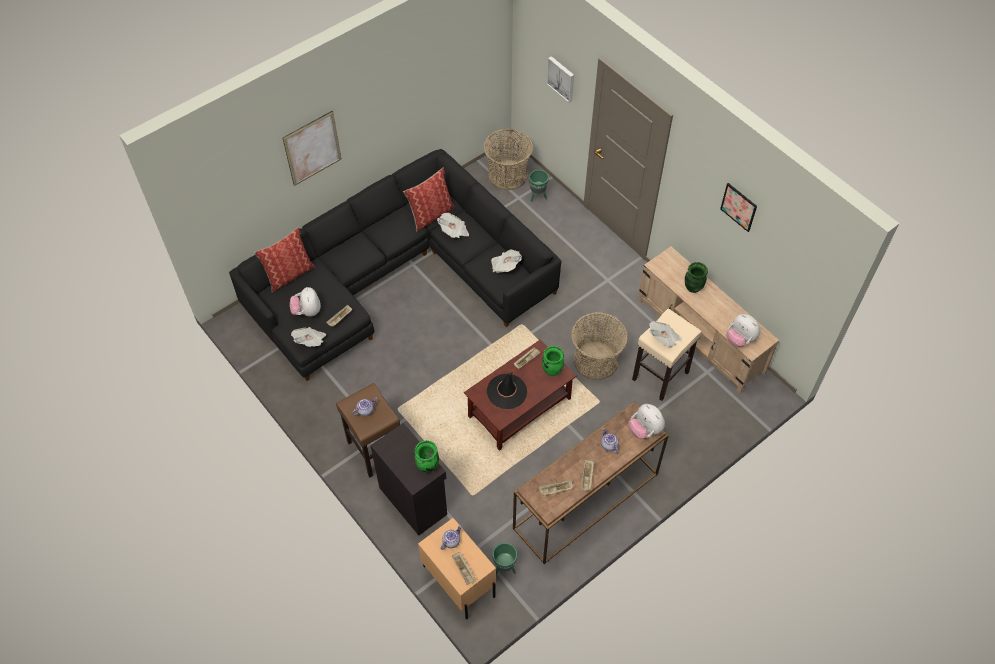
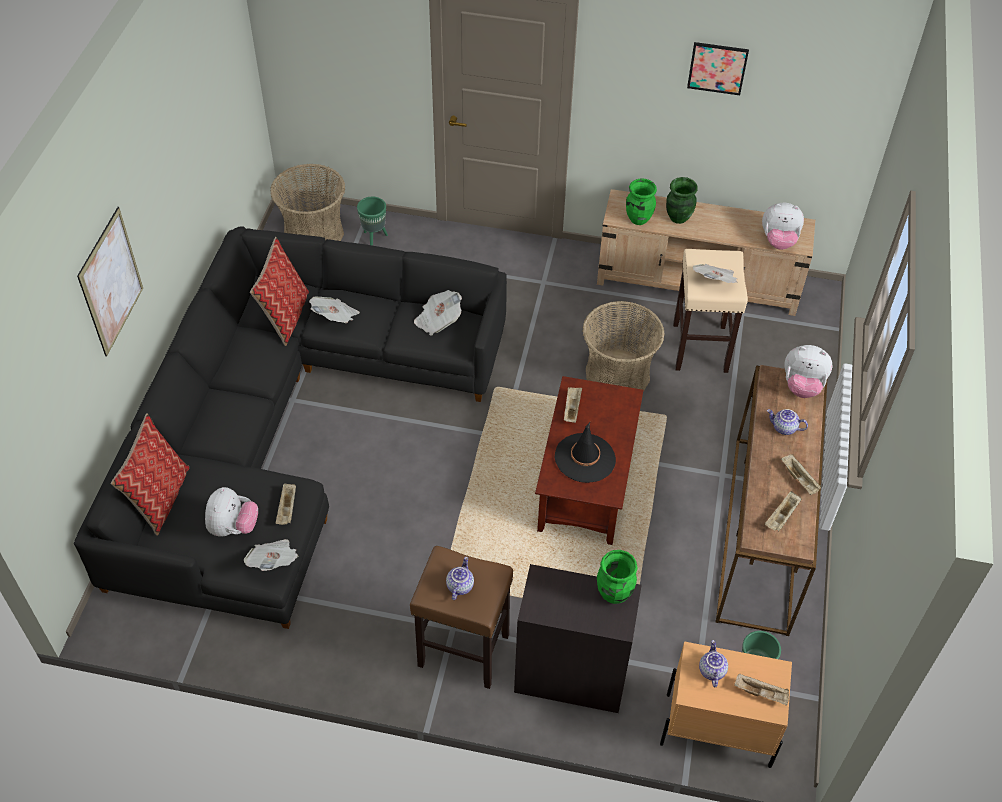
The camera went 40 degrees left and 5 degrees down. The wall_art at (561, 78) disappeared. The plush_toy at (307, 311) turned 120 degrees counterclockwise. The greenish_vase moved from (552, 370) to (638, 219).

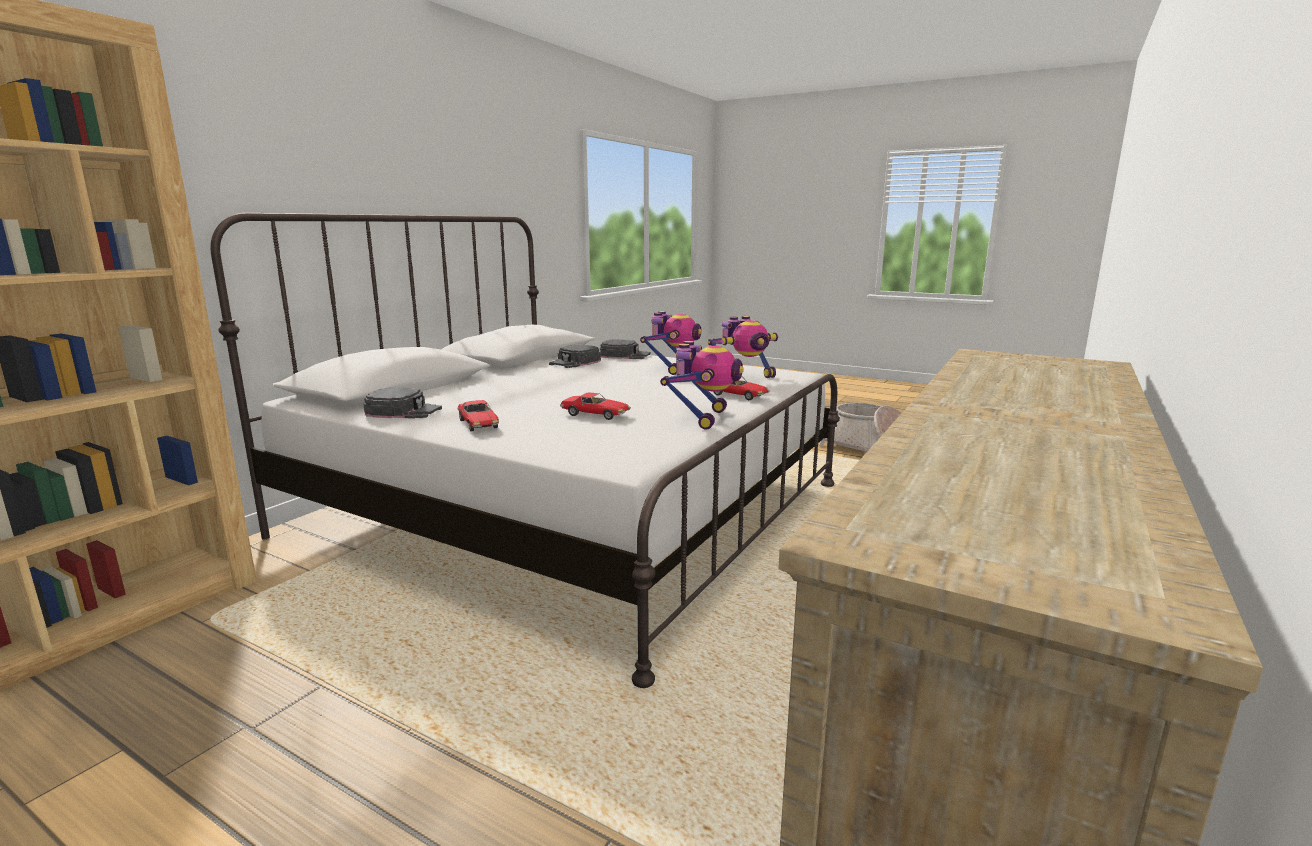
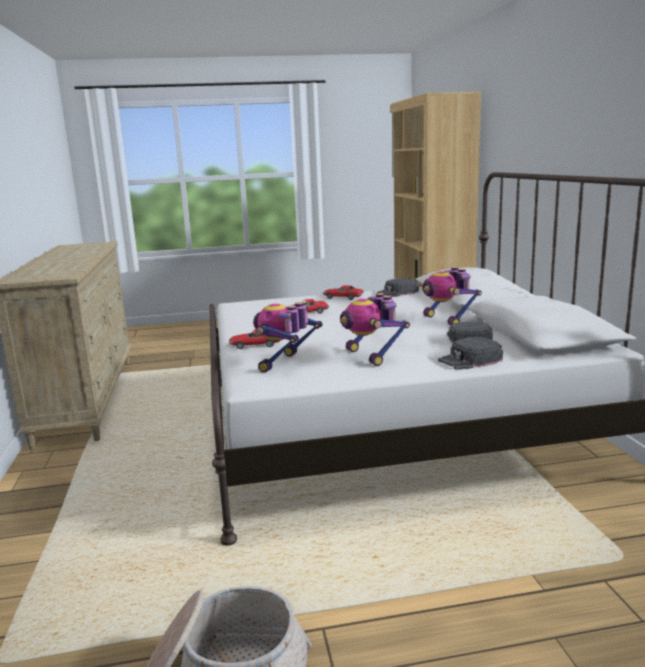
The camera went 140 degrees right and 0 degrees up. The model_robot moved from (703, 418) to (447, 320).

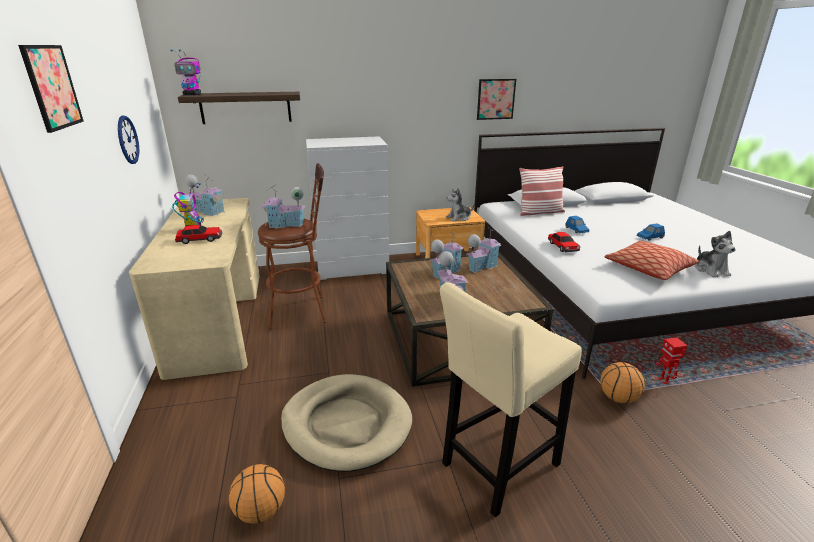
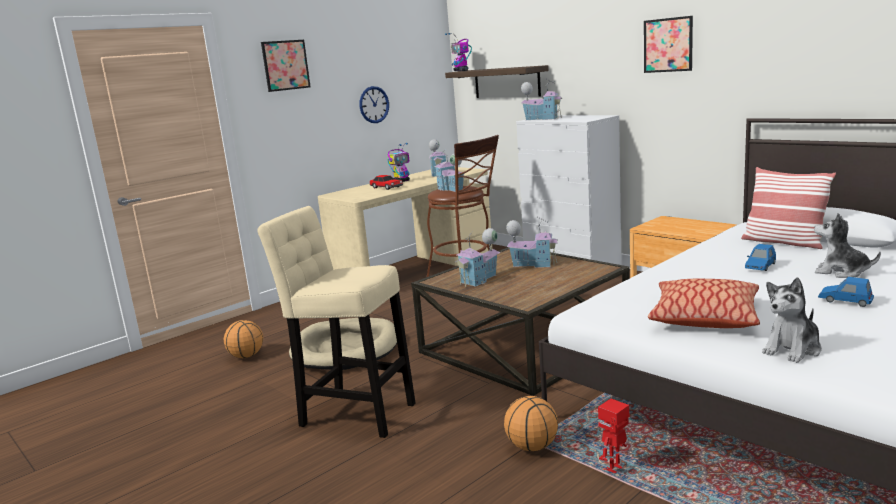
The camera went 60 degrees right and 10 degrees down. The wall_art moved from (496, 99) to (668, 45). The plush_toy moved from (459, 218) to (841, 272). The toy_house moved from (481, 266) to (542, 119). The model_car at (563, 247) disappeared.

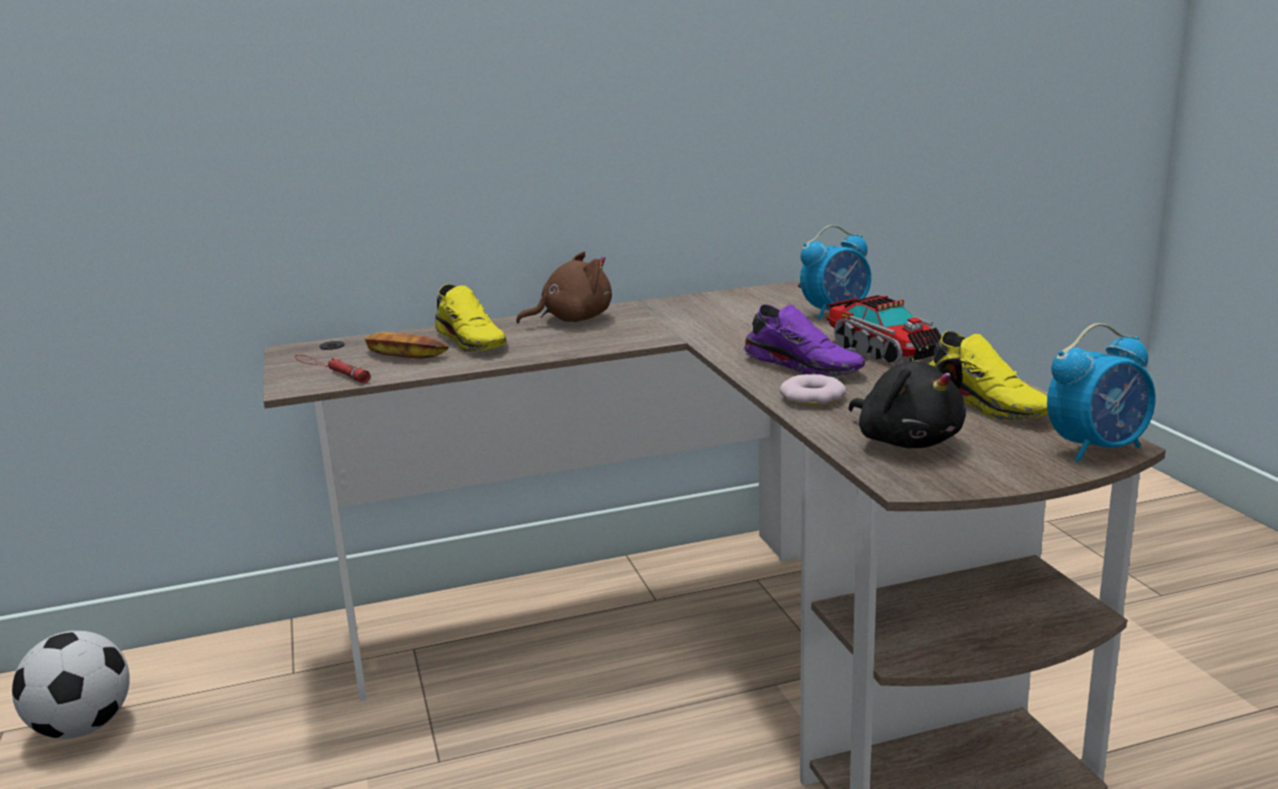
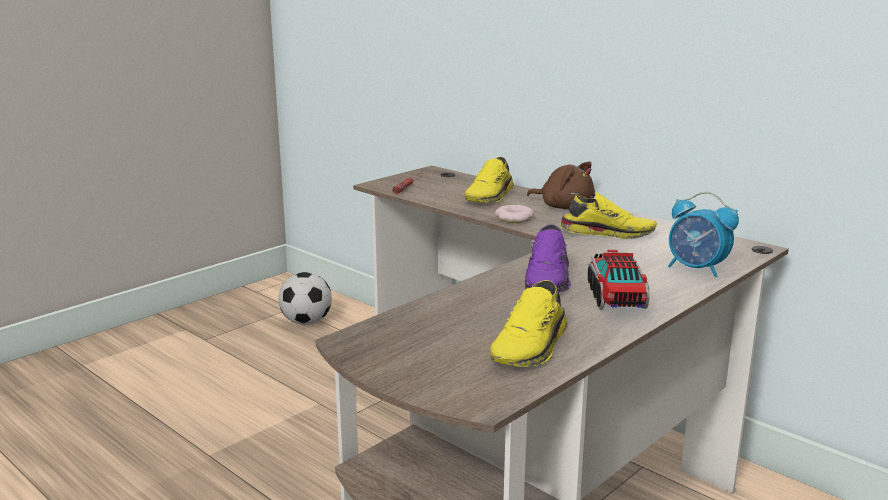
The camera went 60 degrees right and 0 degrees up. The toy_lorry at (882, 351) turned 150 degrees clockwise. The alarm_clock at (1097, 449) disappeared. The banana_fruit at (404, 352) disappeared. The blackish_plush_toy at (907, 441) disappeared. The donut moved from (812, 398) to (514, 218). The yellow-coloured_item_of_footwear at (607, 233) appeared.

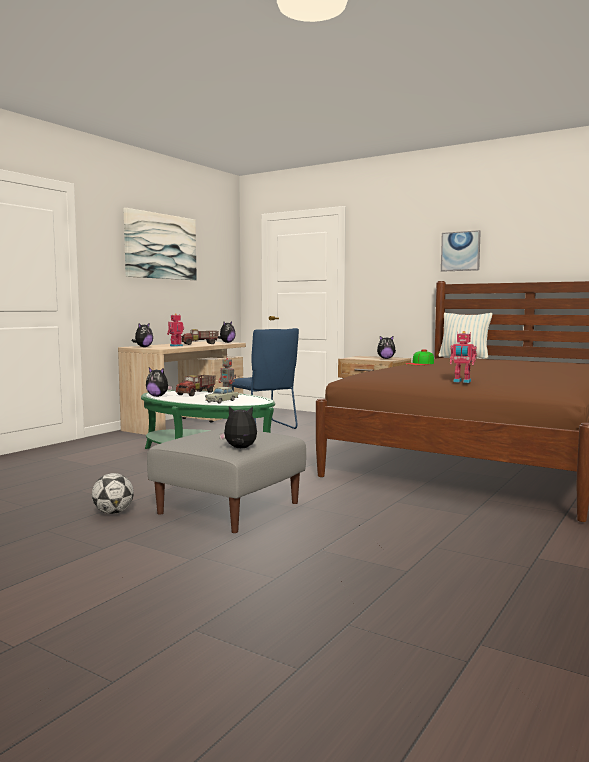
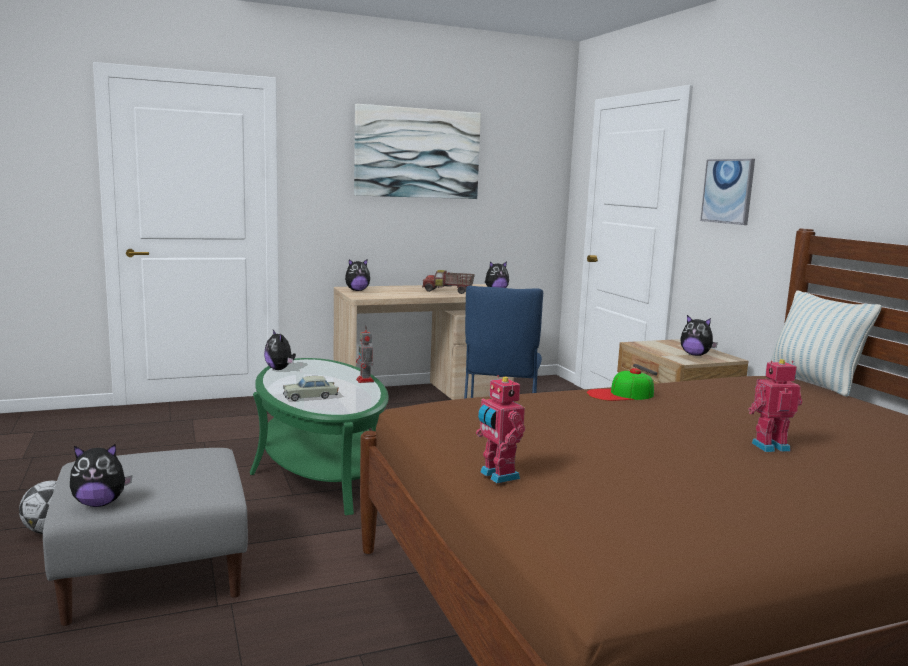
The camera went 35 degrees right and 5 degrees up. The wall_art moved from (460, 251) to (728, 191). The model_robot moved from (175, 346) to (769, 446). The toy_lorry at (196, 393) disappeared. The plush_toy at (240, 448) turned 120 degrees clockwise.

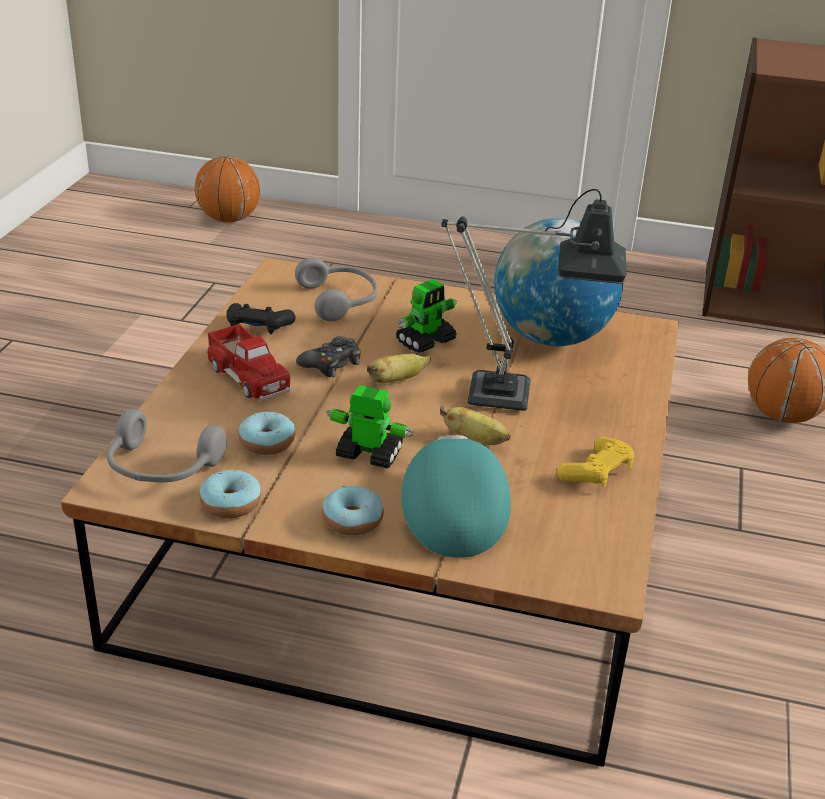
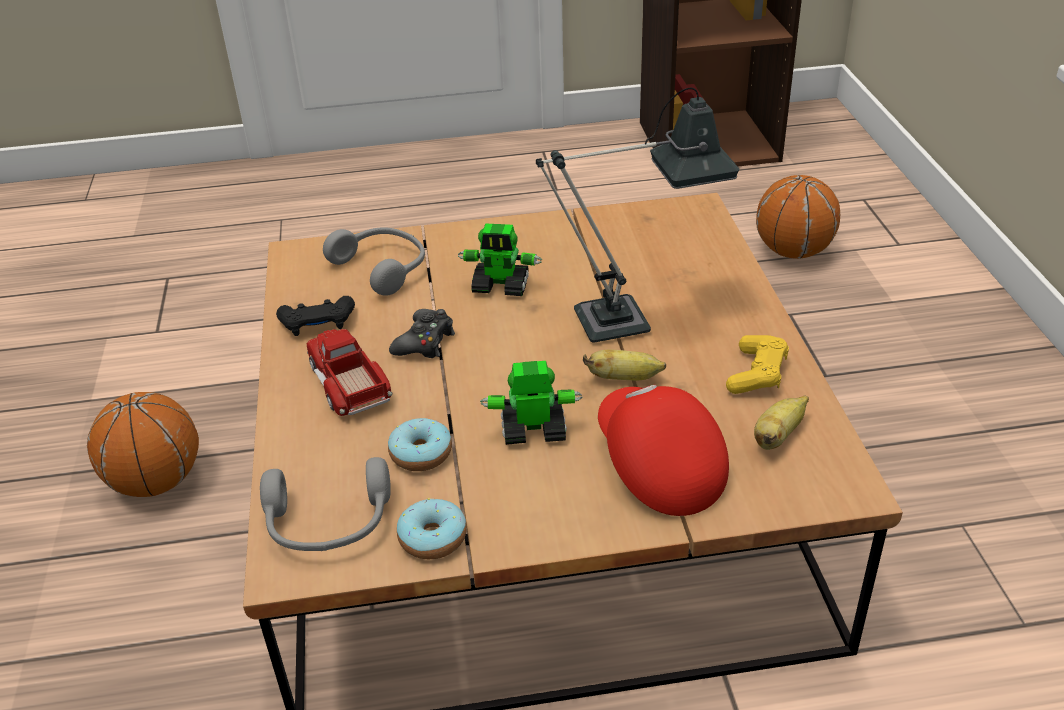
The camera went 20 degrees left and 5 degrees up. The basketball_ball moved from (229, 219) to (157, 481). The world_globe at (551, 337) disappeared. The model_robot at (426, 341) turned 75 degrees clockwise. The toy_lorry at (249, 375) turned 150 degrees counterclockwise. The banana_fruit moved from (396, 380) to (778, 436). The blue-green_cap at (451, 513) became the red_cap at (657, 467). The donut at (352, 520) disappeared.

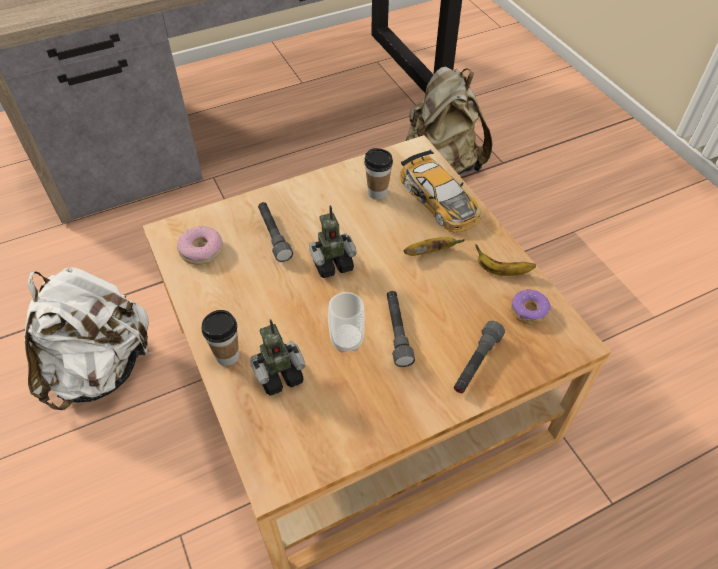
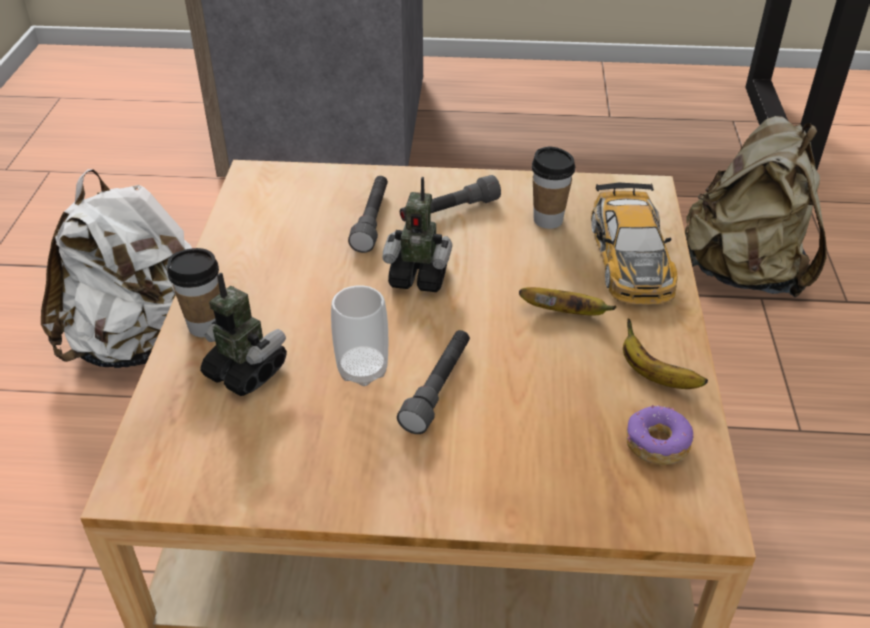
The camera went 30 degrees right and 10 degrees down. The donut at (201, 250) disappeared. The model_robot at (278, 374) turned 150 degrees counterclockwise. The grey_hand_torch moved from (476, 363) to (449, 211).

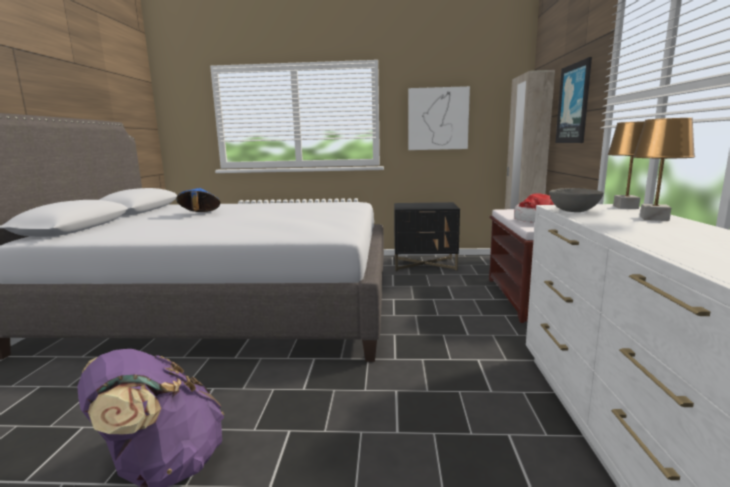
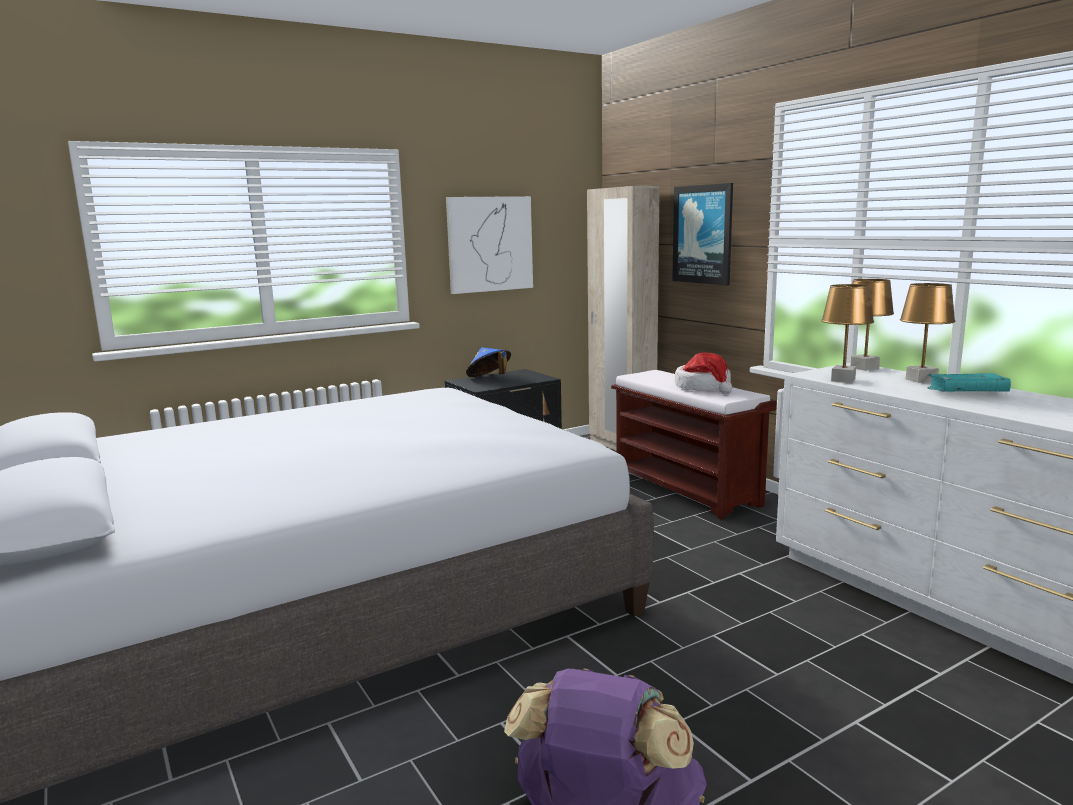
The camera went 35 degrees left and 0 degrees up. The blue-coloured_clothing_hat moved from (199, 214) to (489, 378). The grey_deep_dish at (573, 211) was replaced by the brownish_lamp_for_a_table at (843, 380). The blue-green_bound_book at (967, 392) appeared.

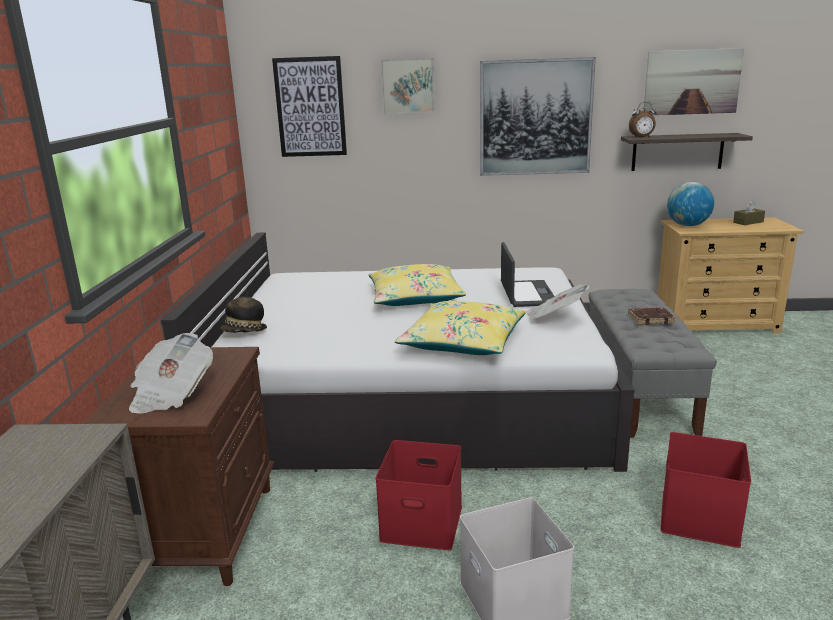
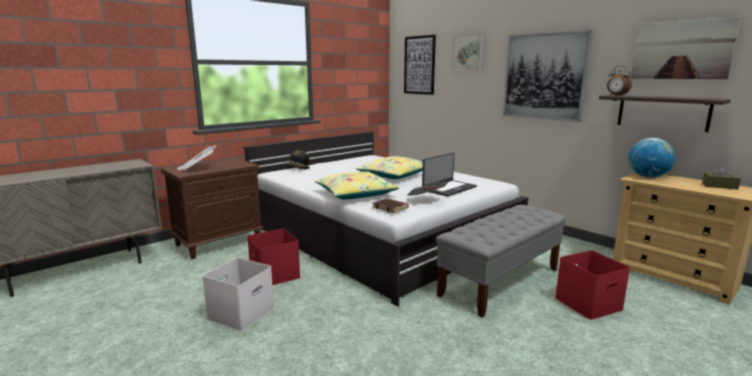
The camera went 45 degrees right and 5 degrees down. The brownish_bound_book moved from (651, 319) to (390, 208). The red_storage_container moved from (697, 516) to (588, 303).

